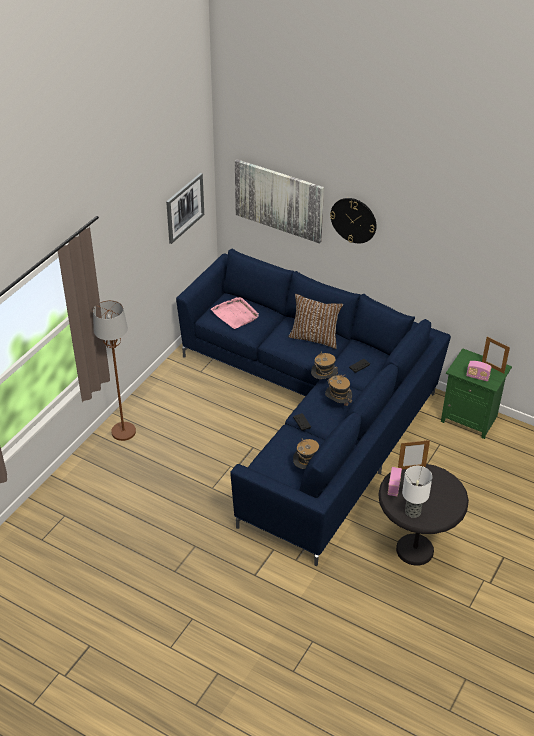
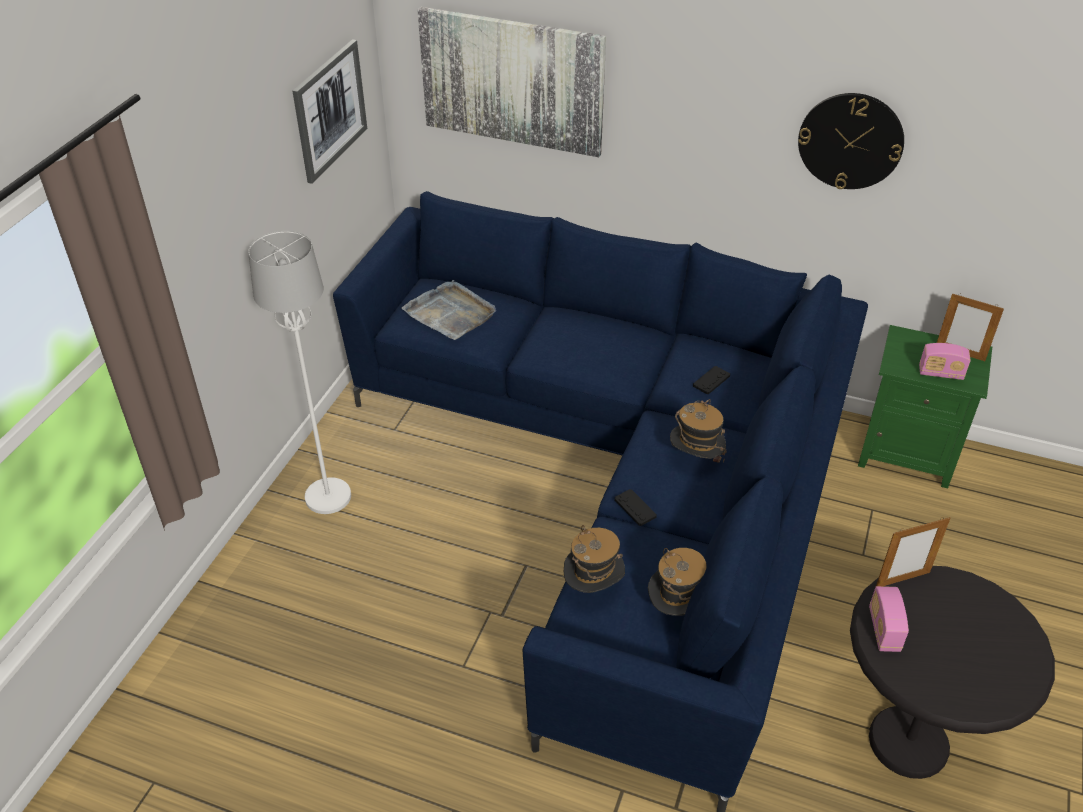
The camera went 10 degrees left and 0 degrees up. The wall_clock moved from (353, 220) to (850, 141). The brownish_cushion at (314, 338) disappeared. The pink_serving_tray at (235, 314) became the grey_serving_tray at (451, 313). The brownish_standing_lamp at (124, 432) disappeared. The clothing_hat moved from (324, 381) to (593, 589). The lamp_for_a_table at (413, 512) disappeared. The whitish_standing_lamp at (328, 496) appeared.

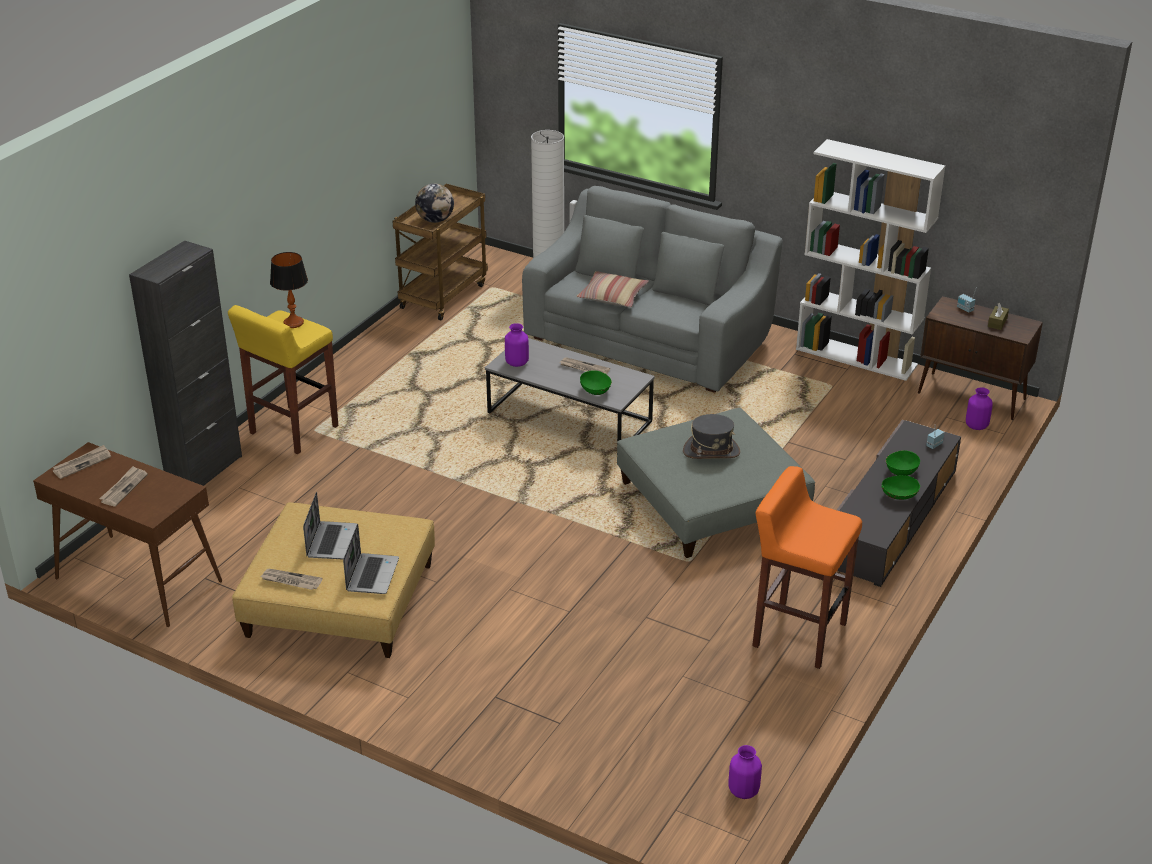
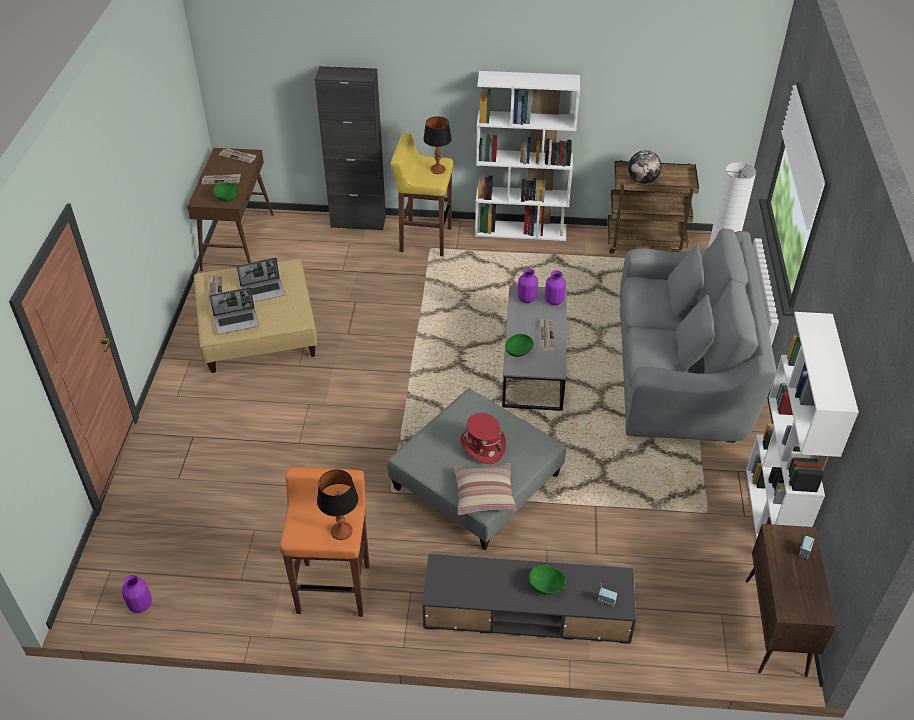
The camera went 65 degrees right and 10 degrees up. The cushion moved from (612, 296) to (484, 494). The brownish_tissue_holder at (997, 322) disappeared. The purple_vase moved from (977, 426) to (554, 301). The grey_clothing_hat at (711, 451) became the red_clothing_hat at (482, 445). The greenish_deep_dish moved from (899, 496) to (226, 198). The whitish_bookshelf at (521, 230) appeared. The lamp_for_a_table at (342, 531) appeared.

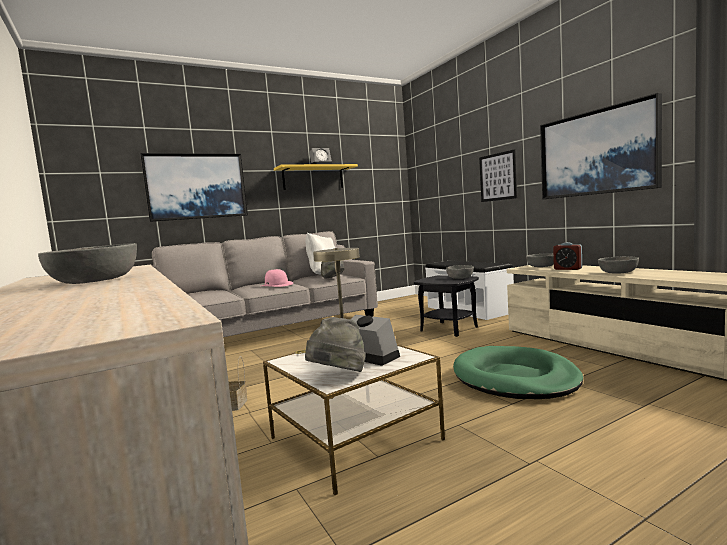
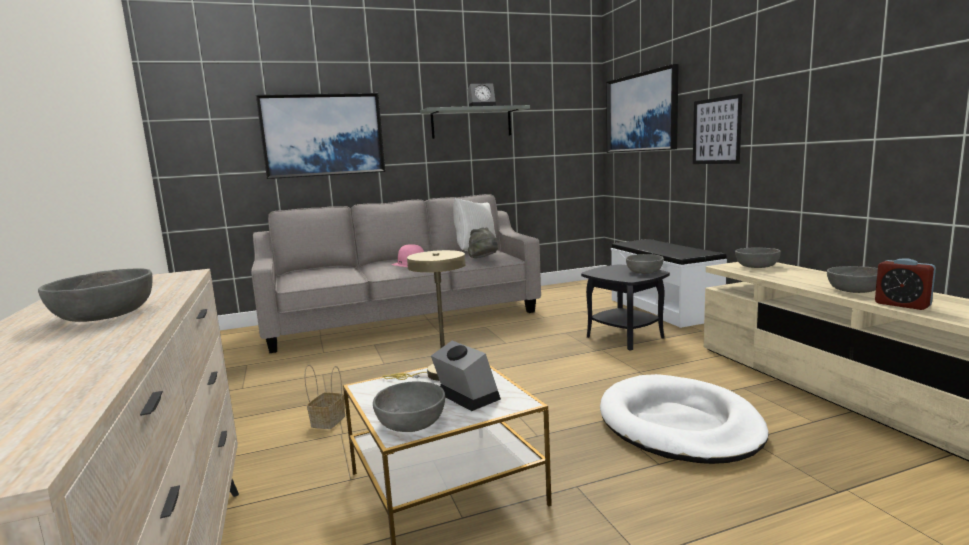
The camera went 10 degrees right and 5 degrees up. The wall_art moved from (596, 153) to (641, 112). The yellow-coloured_wall_shelf at (313, 178) became the grey_wall_shelf at (471, 123). The alarm_clock moved from (567, 269) to (902, 305). The grey_clothing_hat at (337, 377) was replaced by the grey_deep_dish at (411, 423). The greenish_dog_cushion at (514, 378) became the whitish_dog_cushion at (679, 424).

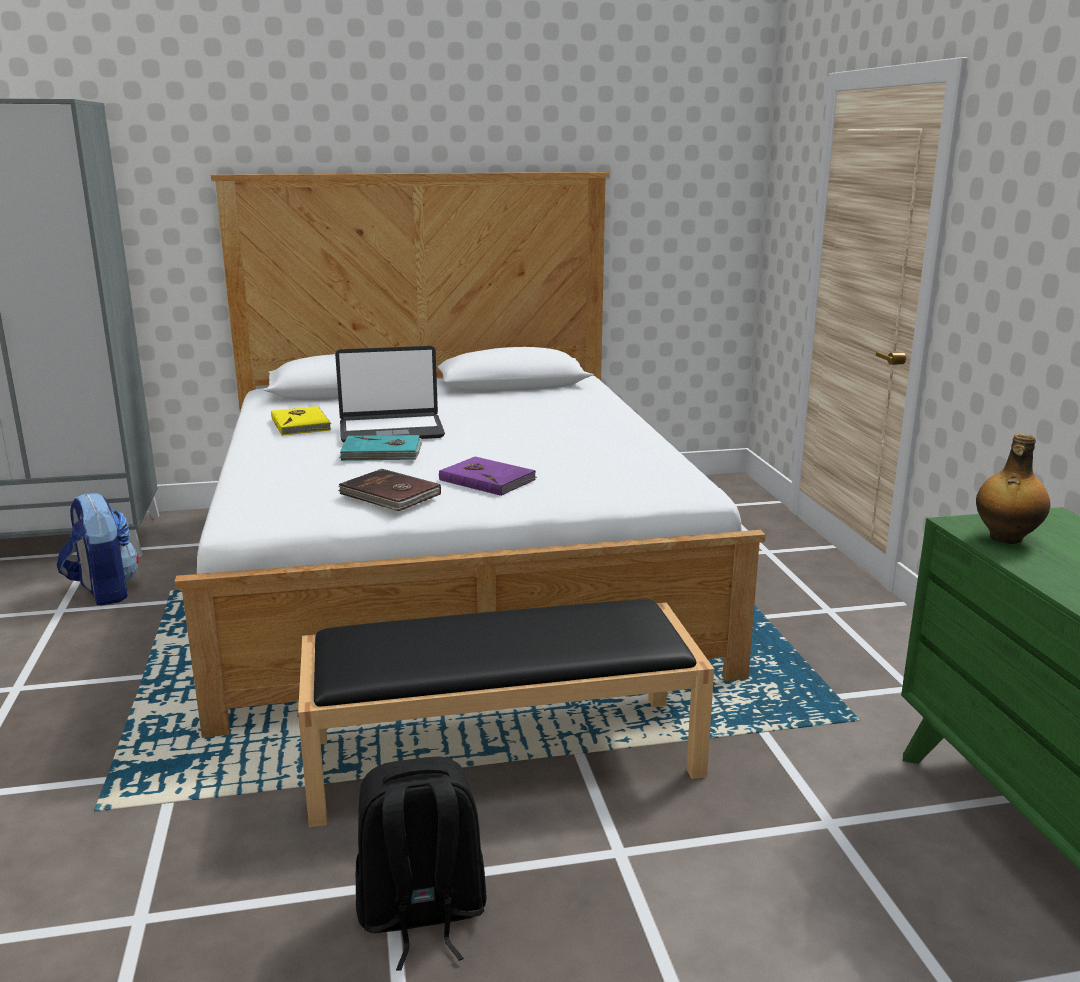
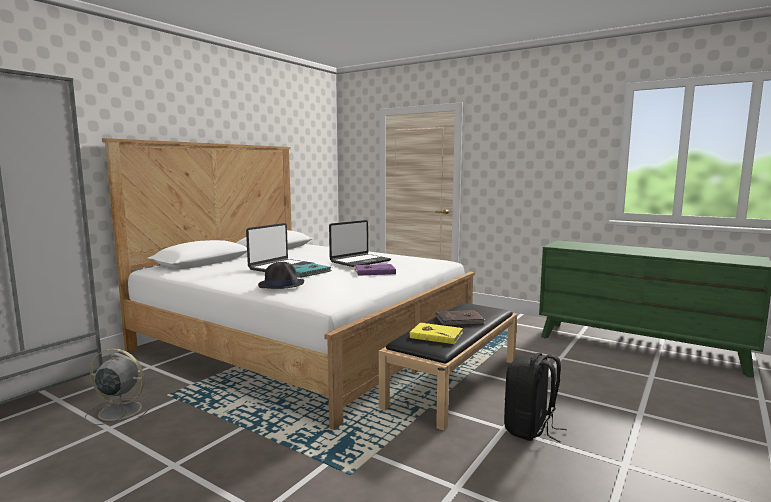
The camera went 45 degrees left and 10 degrees down. The yellow-coloured_bound_book moved from (302, 424) to (436, 335). The beverage_bottle at (1005, 538) disappeared. The brownish_bound_book moved from (389, 495) to (460, 320). The backpack at (103, 591) was replaced by the grey_electric_fan at (118, 411). The laptop at (360, 261) appeared. The blackish_clothing_hat at (281, 284) appeared.

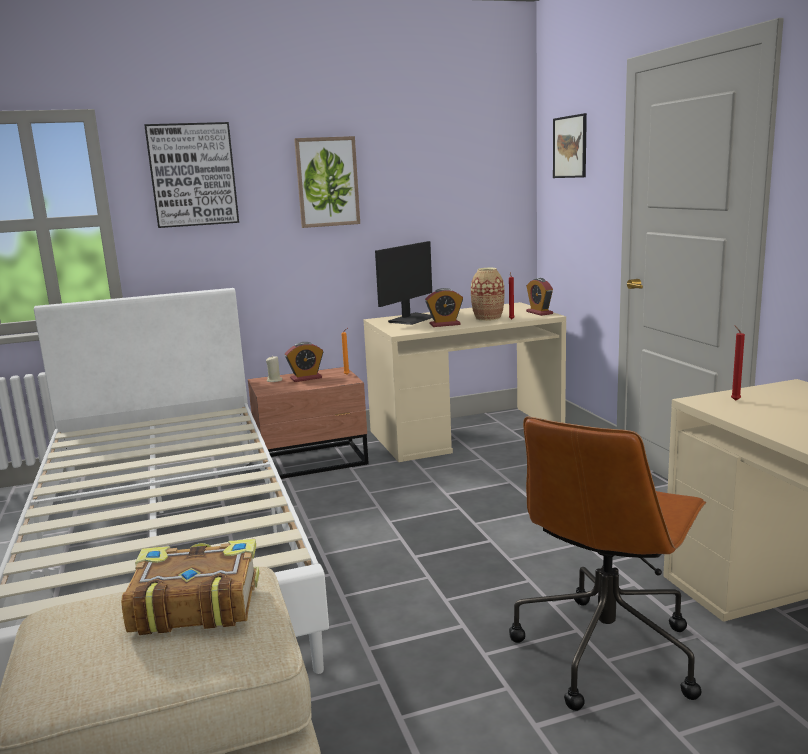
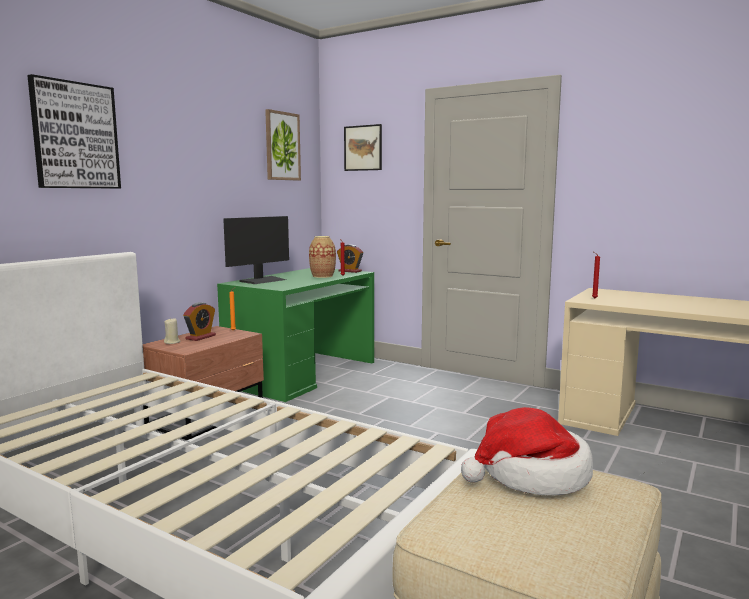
The camera went 40 degrees left and 5 degrees down. The wall_art moved from (327, 182) to (282, 146). The monitor at (412, 319) turned 45 degrees clockwise. The alarm_clock at (445, 324) disappeared. The beige_desk_unit at (465, 432) became the greenish_desk_unit at (303, 373). The brownish_office_chair at (606, 650) disappeared. The bound_book at (194, 603) was replaced by the clothing_hat at (531, 475).

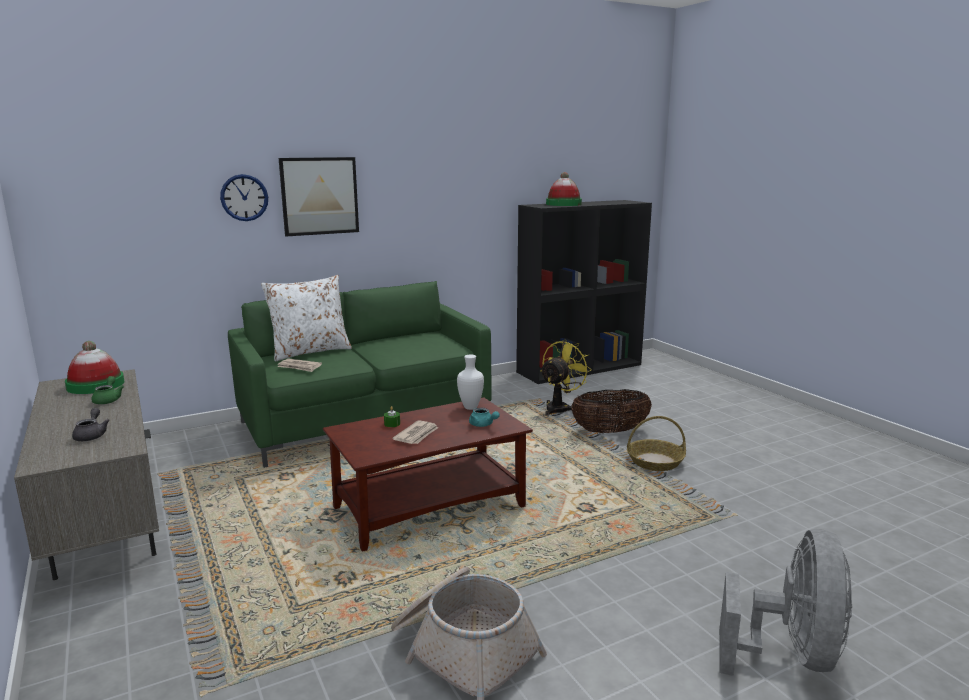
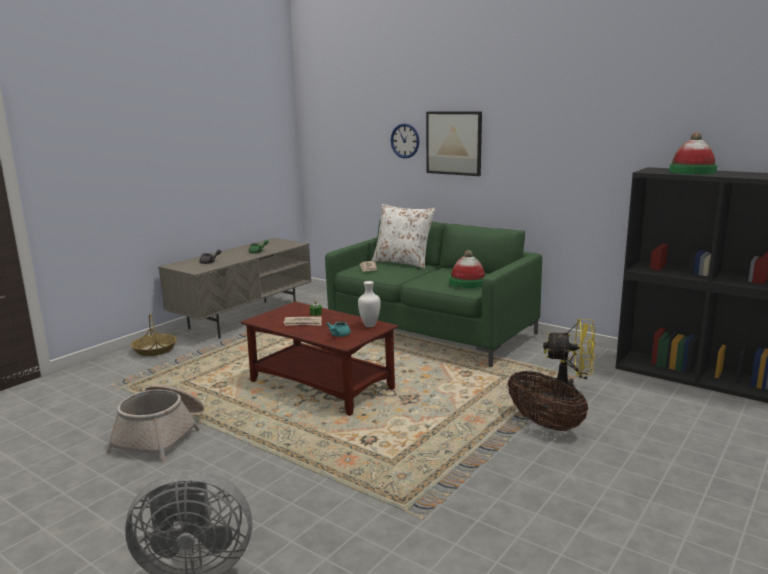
The camera went 65 degrees right and 0 degrees up. The clothing_hat moved from (95, 385) to (467, 282). The basket moved from (654, 462) to (154, 350).

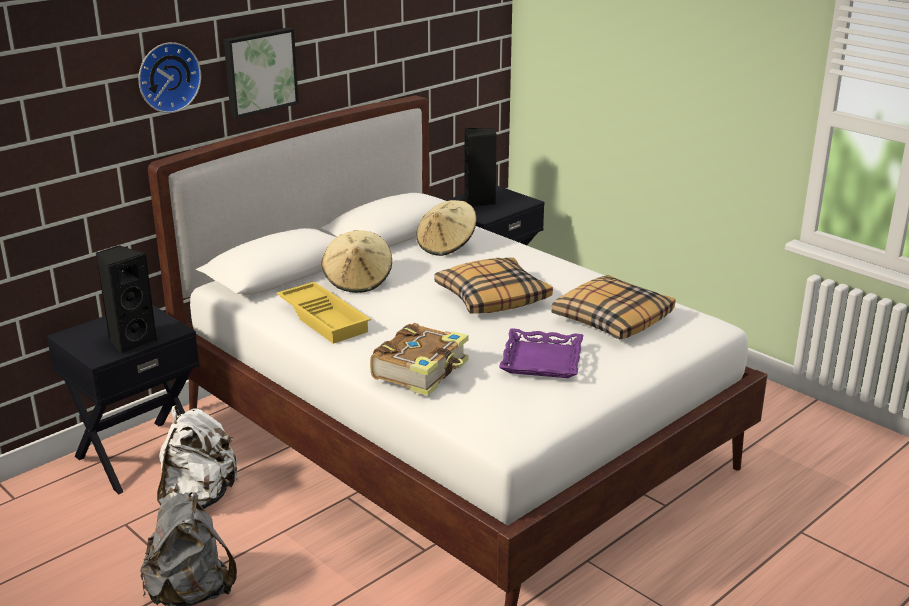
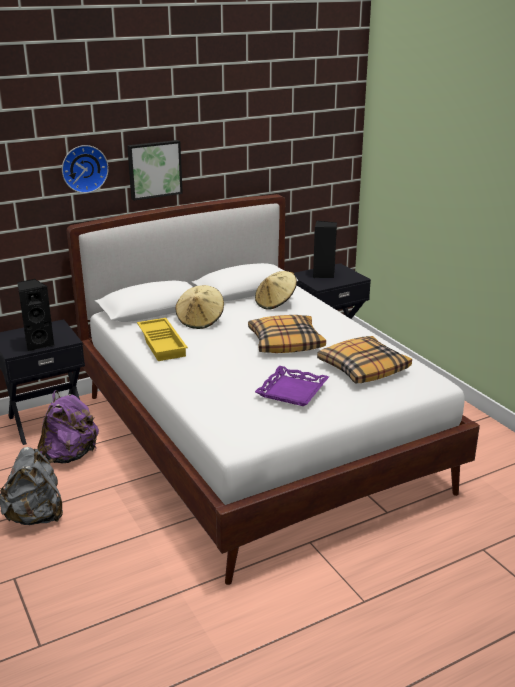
The camera went 15 degrees right and 0 degrees up. The bound_book at (422, 370) disappeared. The whitish_backpack at (198, 499) became the purple_backpack at (70, 455).

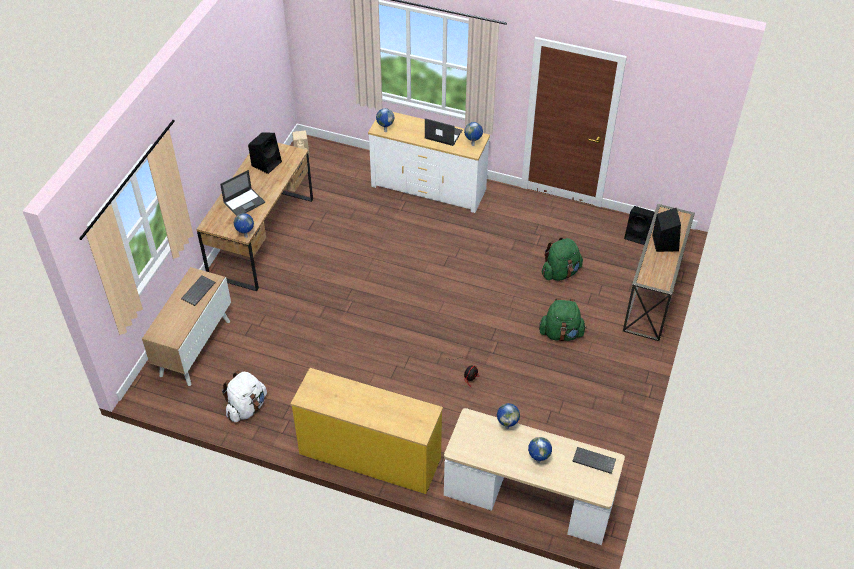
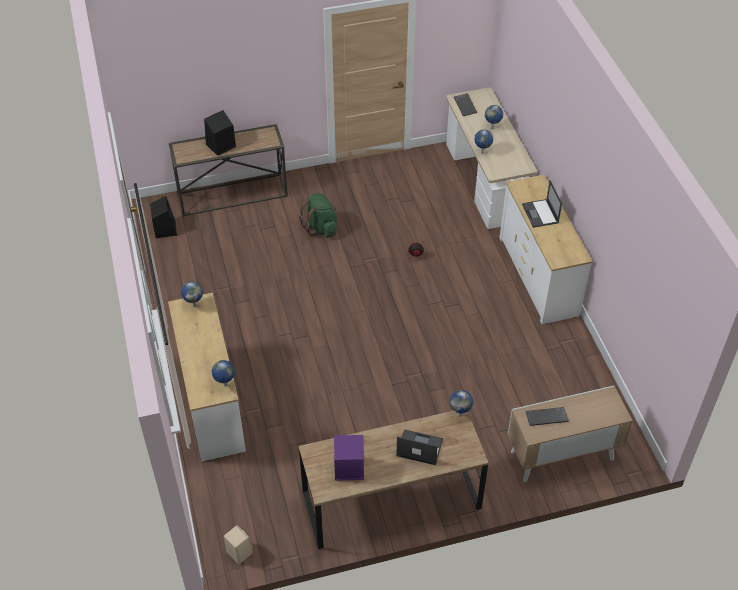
The camera went 125 degrees left and 0 degrees up. The laptop moved from (442, 134) to (540, 214). The blackish_loudspeaker at (267, 163) became the purple_loudspeaker at (348, 468). The greenish_backpack at (560, 272) disappeared. The yellow-coloured_drawer_chest at (369, 456) became the whitish_drawer_chest at (538, 276). The whitish_backpack at (247, 407) disappeared.

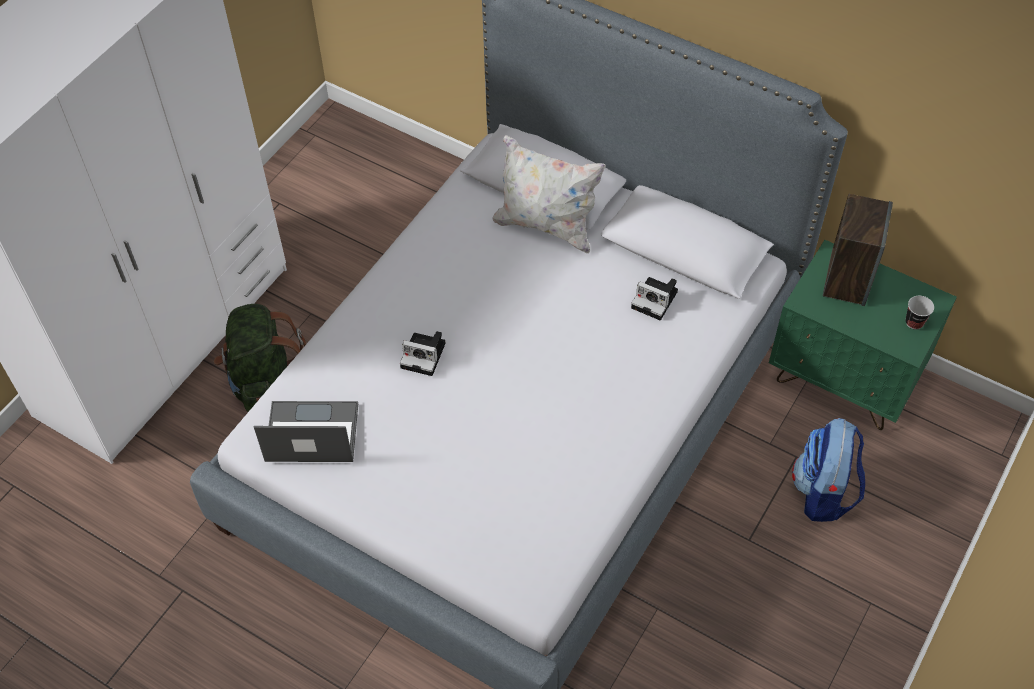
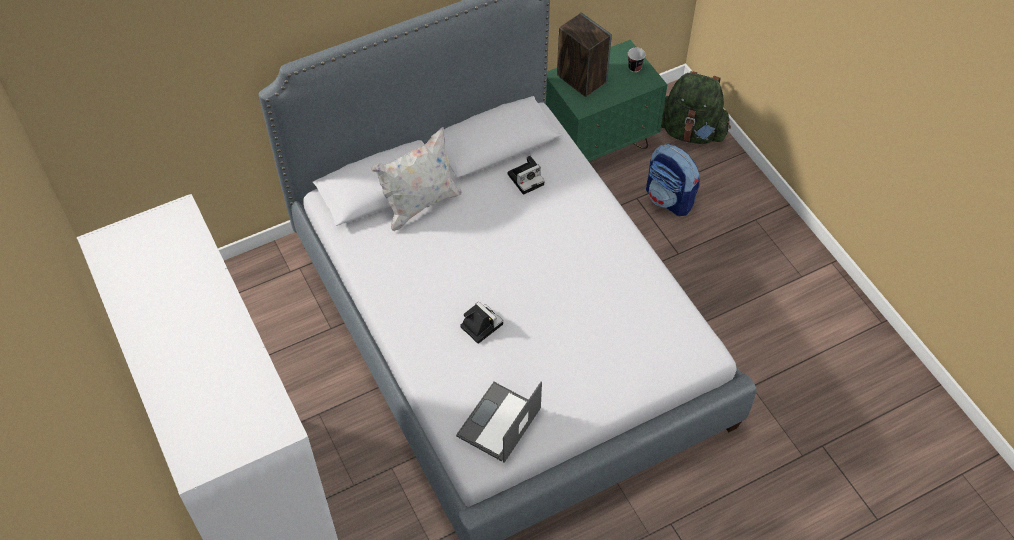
The camera went 60 degrees left and 0 degrees up. The greenish_backpack moved from (265, 381) to (690, 132). The photo_camera at (425, 355) turned 90 degrees counterclockwise.

